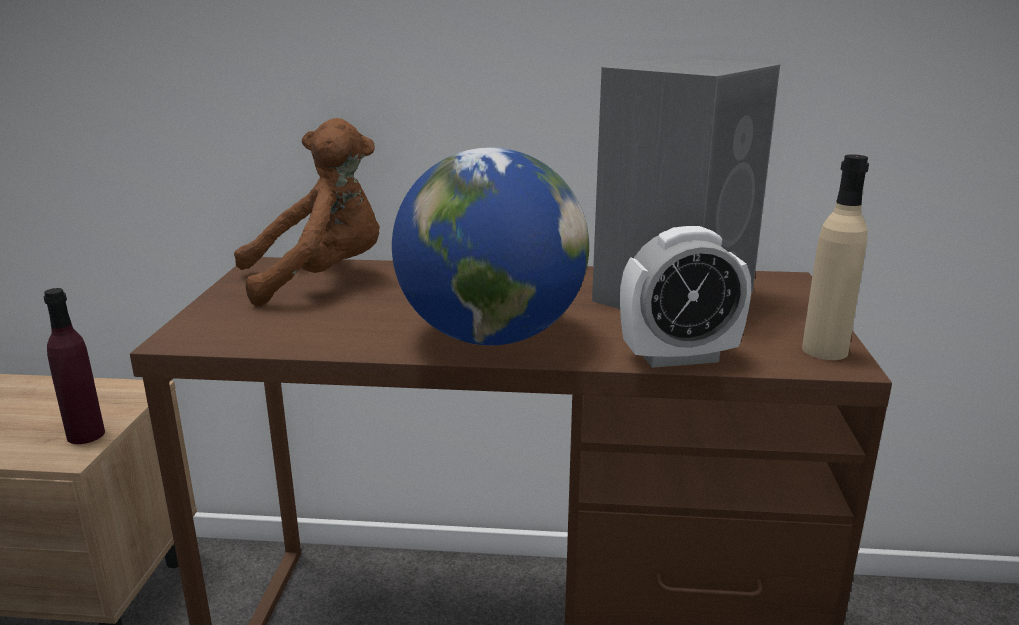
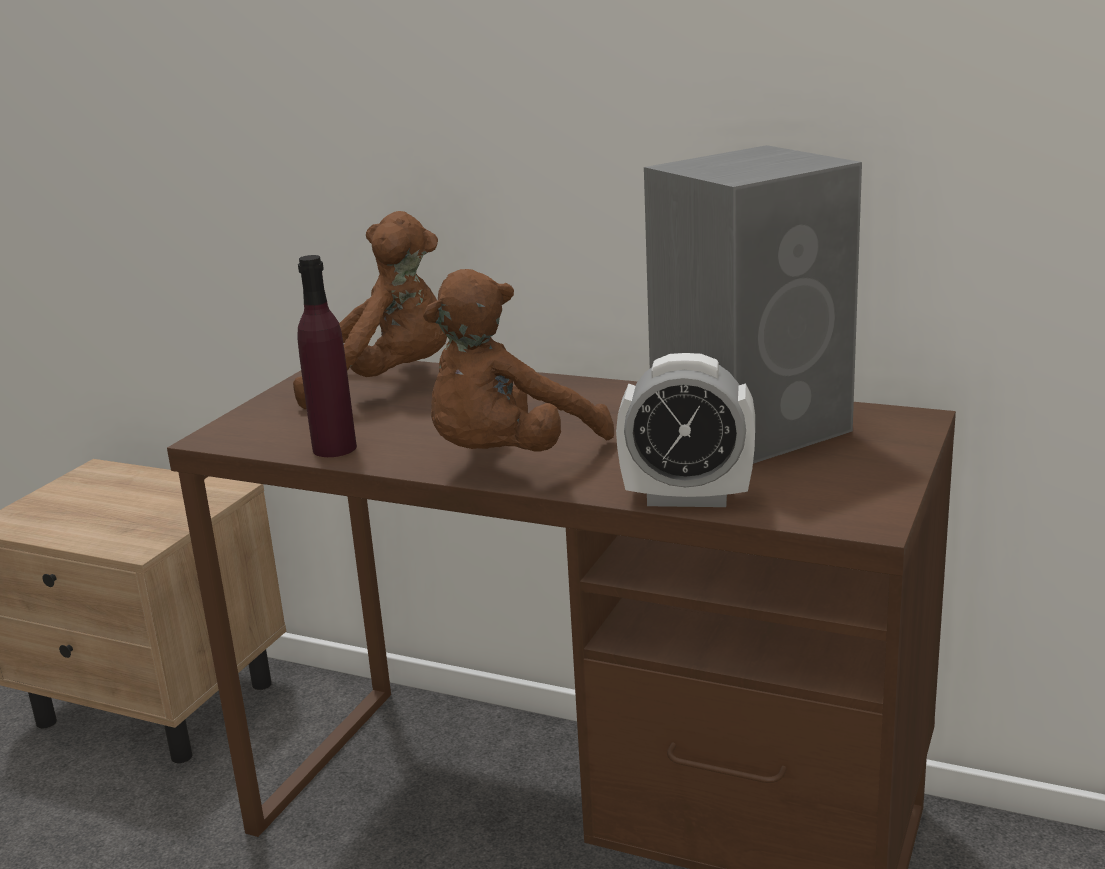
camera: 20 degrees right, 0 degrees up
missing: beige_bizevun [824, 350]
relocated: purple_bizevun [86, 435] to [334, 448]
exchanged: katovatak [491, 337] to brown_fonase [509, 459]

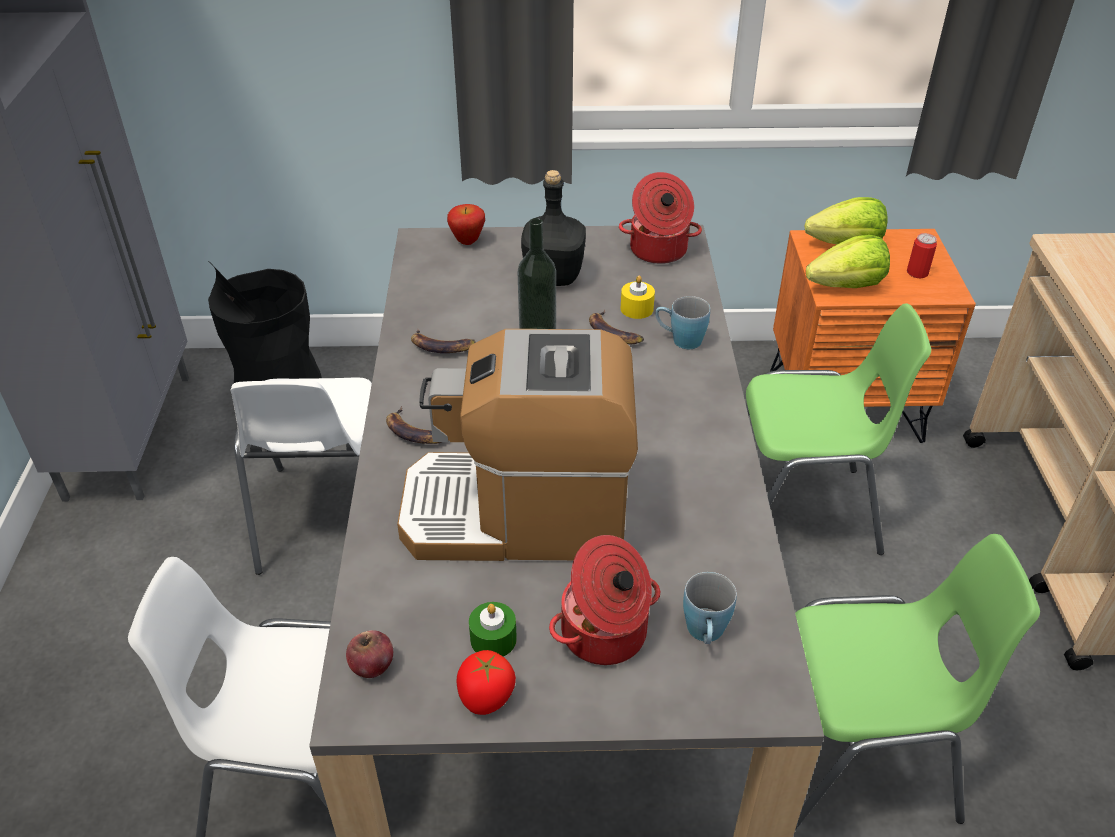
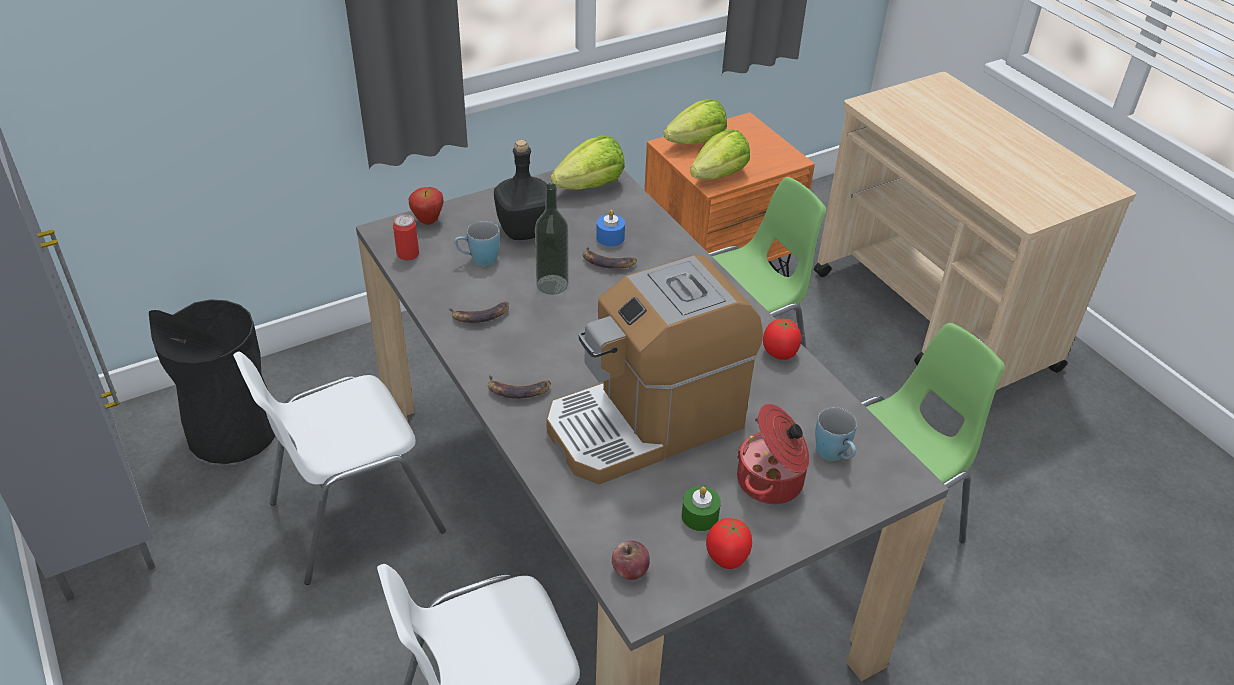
camera: 30 degrees left, 0 degrees up
appeared: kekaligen [780, 353]
relocated: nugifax [917, 273] to [408, 254]; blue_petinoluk [679, 340] to [478, 260]
exchanged: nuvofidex [658, 251] to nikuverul [590, 186]
colour: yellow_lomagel [637, 309] to blue_lomagel [610, 237]
spun: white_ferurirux [327, 519] = [354, 516] 90 degrees clockwise

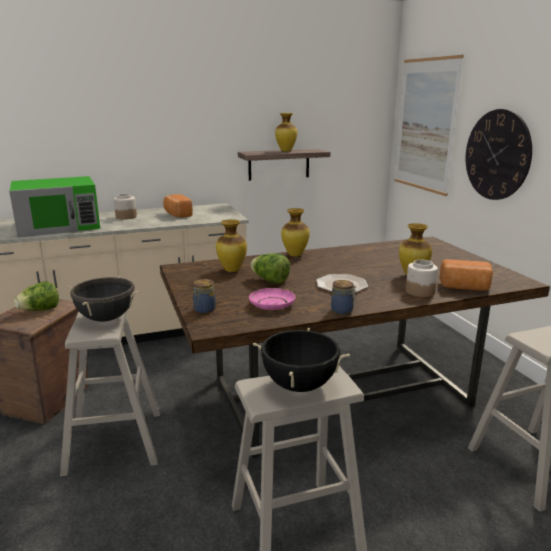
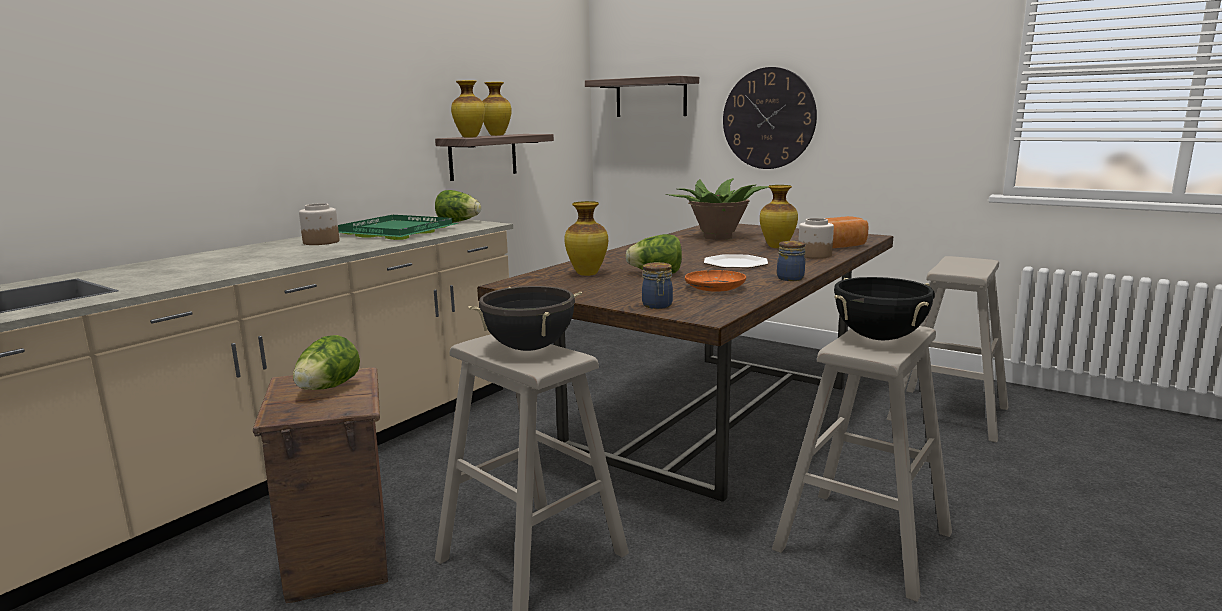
camera: 35 degrees left, 5 degrees down
missing: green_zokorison [59, 226]
appeared: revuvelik [717, 237]; nikuverul [458, 222]
relocated: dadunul [295, 255] to [470, 137]
exchanged: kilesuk [426, 125] to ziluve [651, 97]; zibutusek [177, 214] to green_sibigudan [396, 231]
colour: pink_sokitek [271, 305] to orange_sokitek [714, 288]

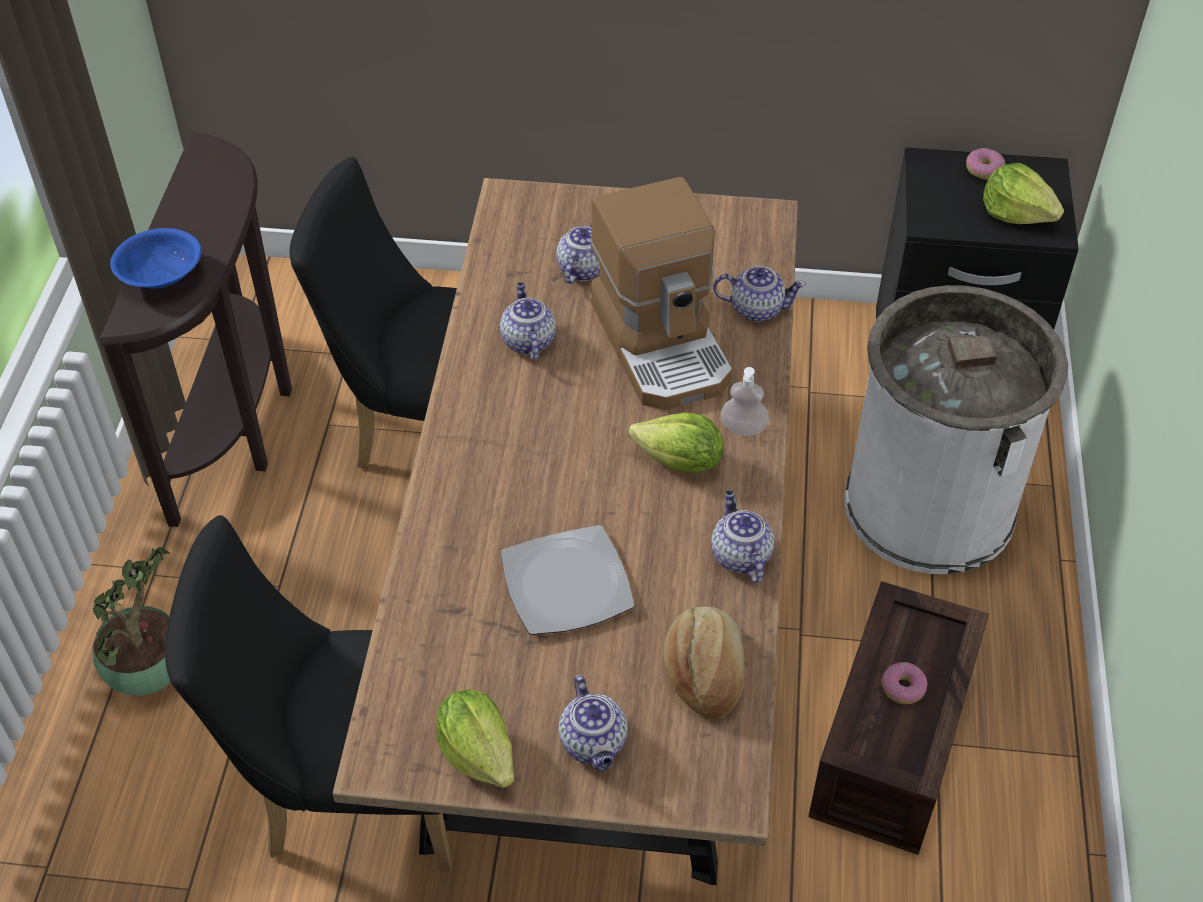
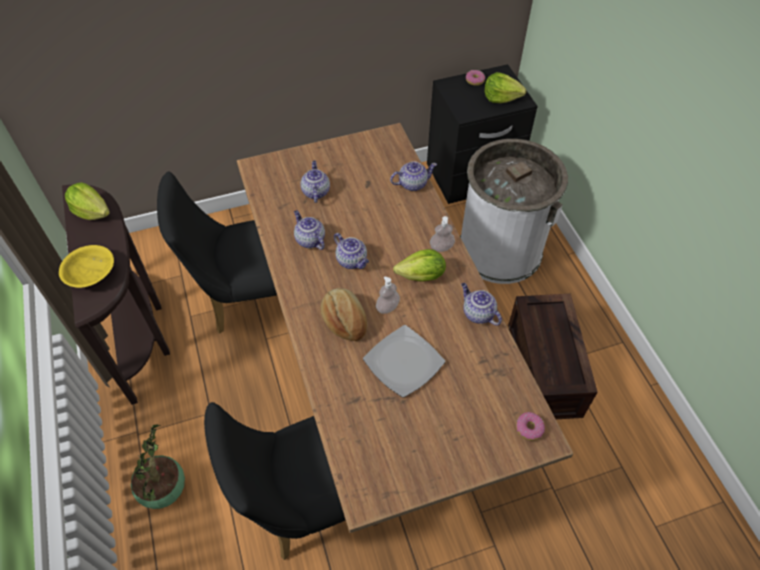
camera: 25 degrees left, 5 degrees up
missing: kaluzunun [663, 344]
appeared: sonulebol [387, 307]
relocated: zibutusek [705, 672] to [344, 320]; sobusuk [903, 688] to [529, 428]; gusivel [594, 743] to [352, 261]; nikuverul [478, 752] to [92, 212]
colour: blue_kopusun [161, 276] to yellow_kopusun [91, 275]

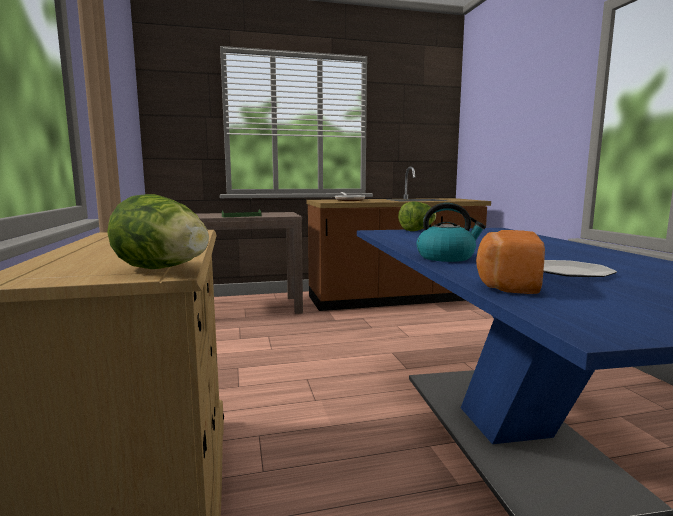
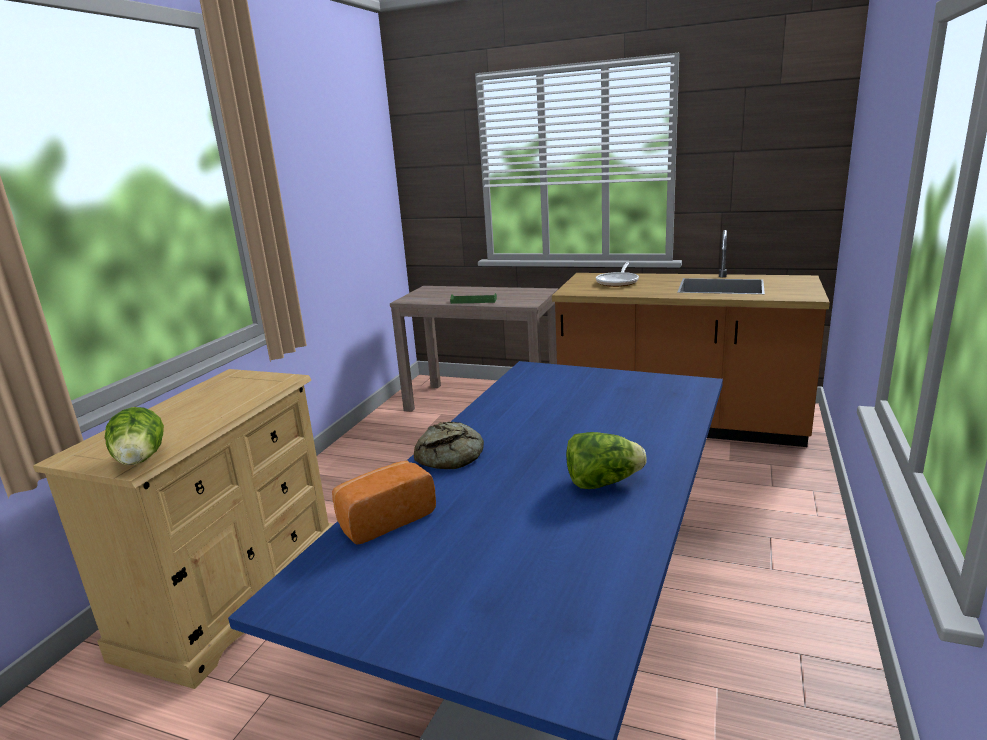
camera: 35 degrees right, 10 degrees up
missing: sokitek [568, 271]
relocated: nikuverul [417, 230] to [602, 482]
exchanged: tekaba [446, 257] to zibutusek [453, 454]

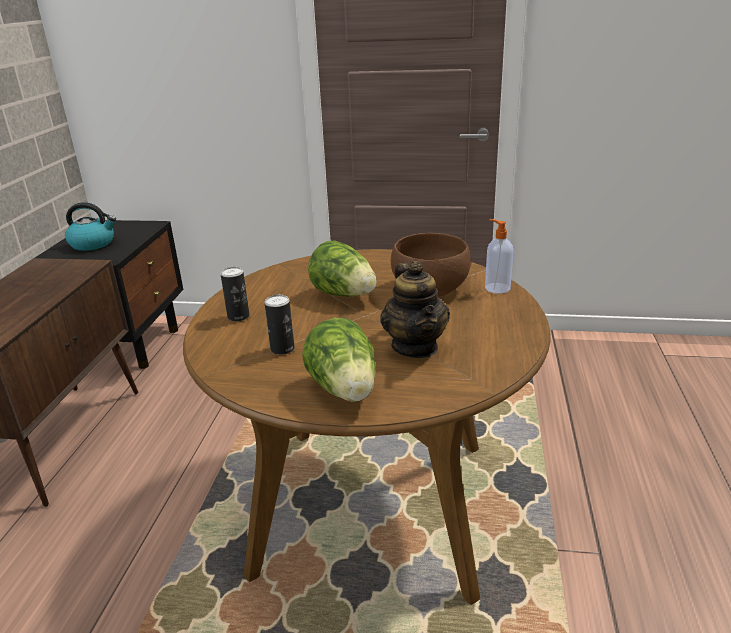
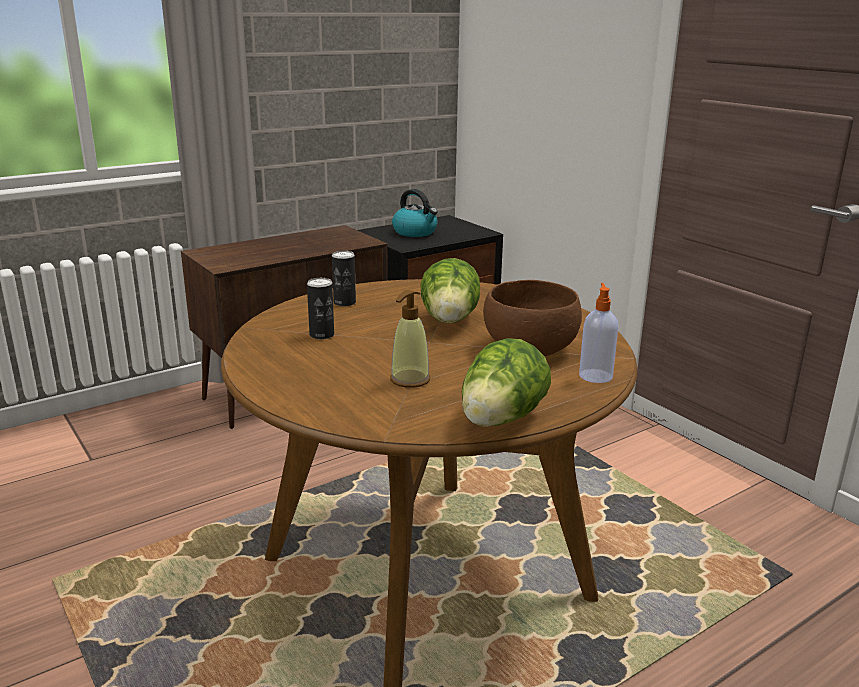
camera: 45 degrees right, 5 degrees down
relocated: nikuverul [345, 390] to [500, 421]
exchanged: gusivel [415, 346] to sonulebol [409, 380]

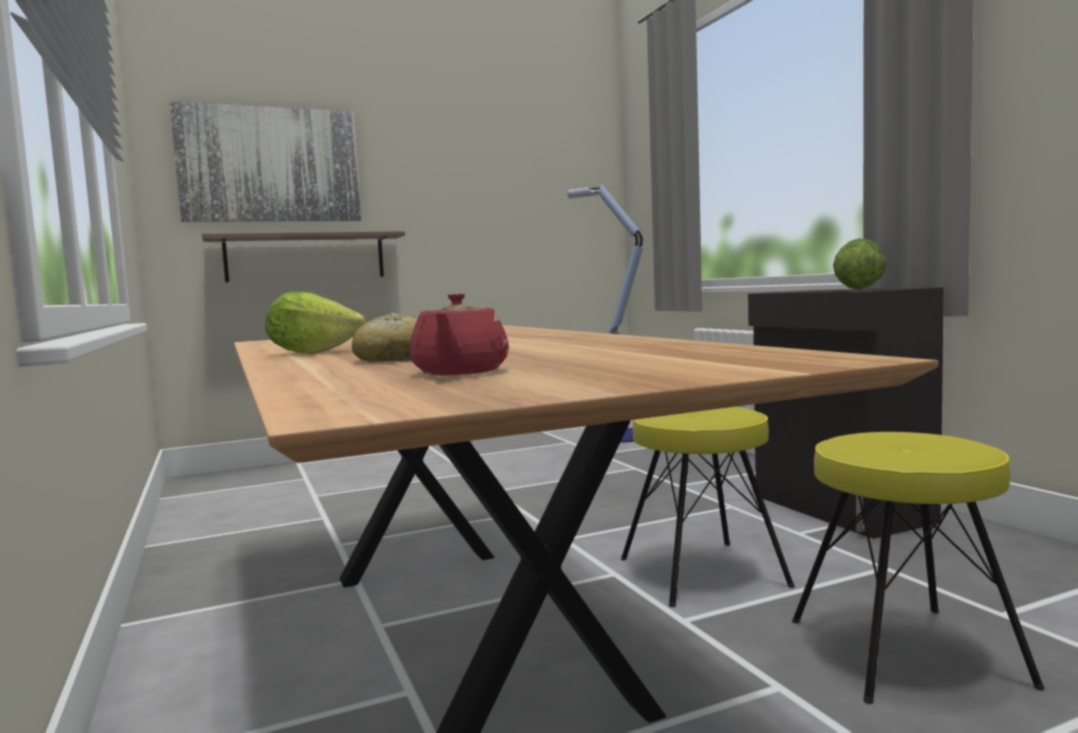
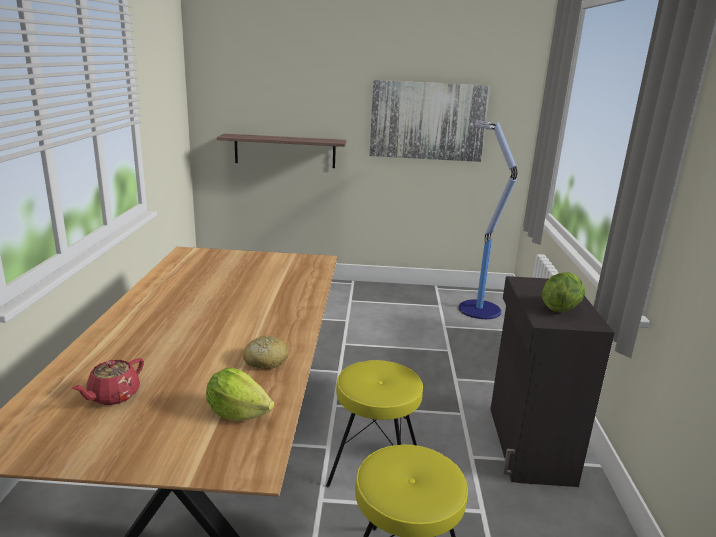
camera: 25 degrees right, 15 degrees up
relocated: kilesuk [270, 165] to [427, 121]; nikuverul [312, 353] to [237, 413]; zibutusek [393, 359] to [265, 361]

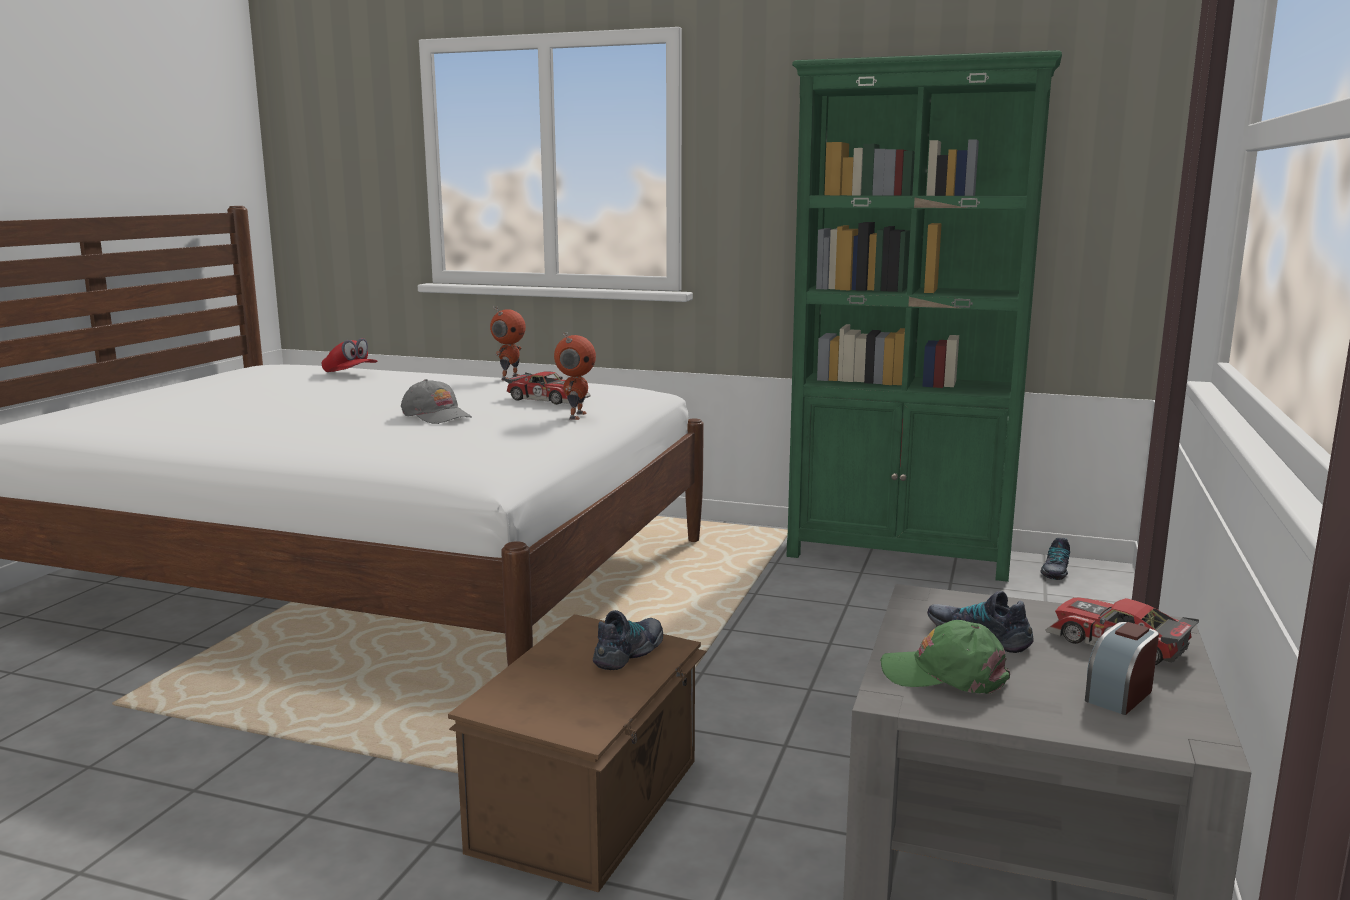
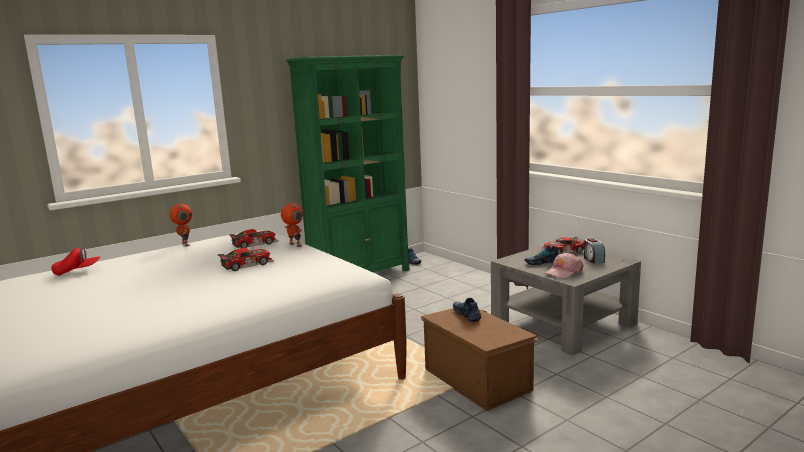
camera: 55 degrees left, 0 degrees up
exchanged: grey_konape [437, 416] to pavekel [246, 264]
colour: green_konape [945, 674] to pink_konape [563, 272]

